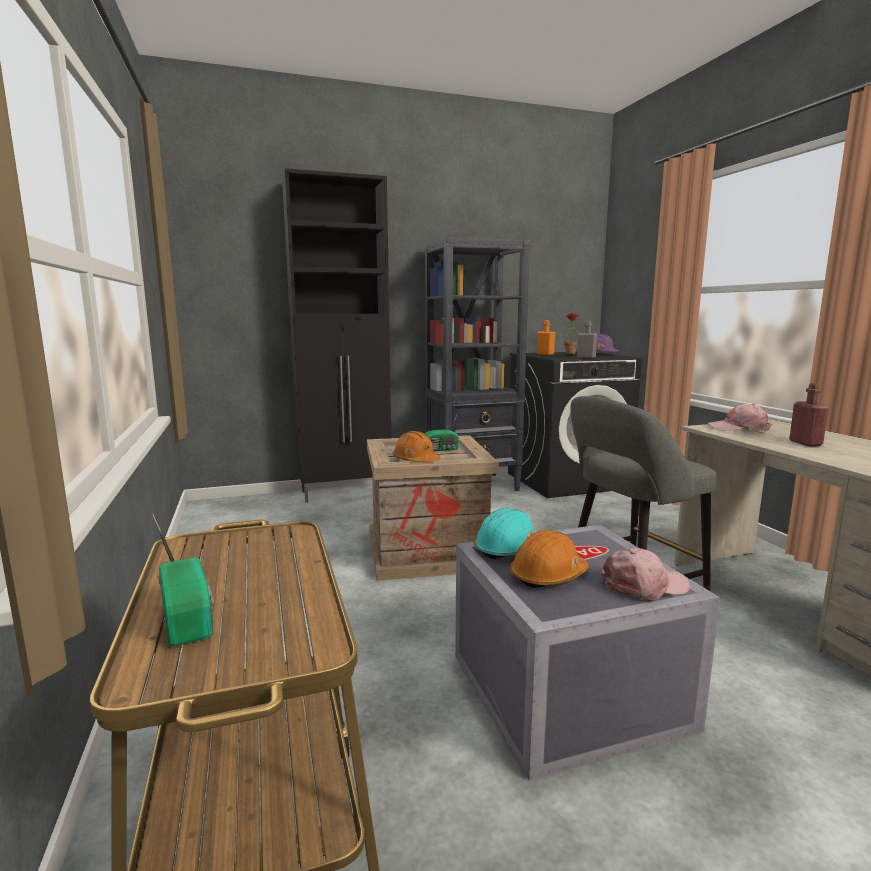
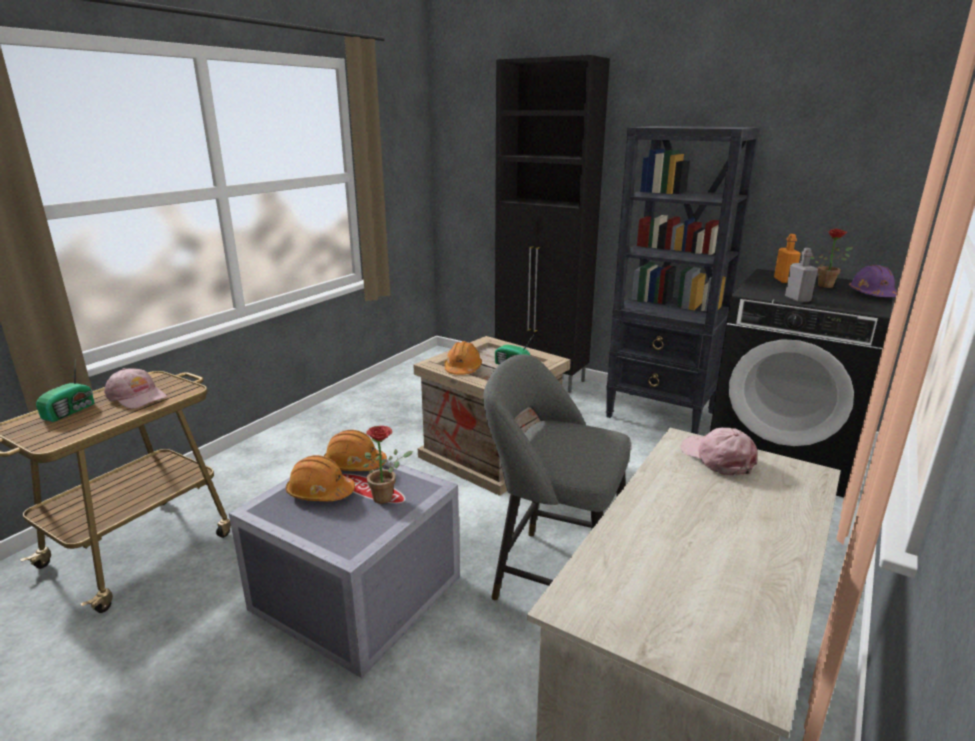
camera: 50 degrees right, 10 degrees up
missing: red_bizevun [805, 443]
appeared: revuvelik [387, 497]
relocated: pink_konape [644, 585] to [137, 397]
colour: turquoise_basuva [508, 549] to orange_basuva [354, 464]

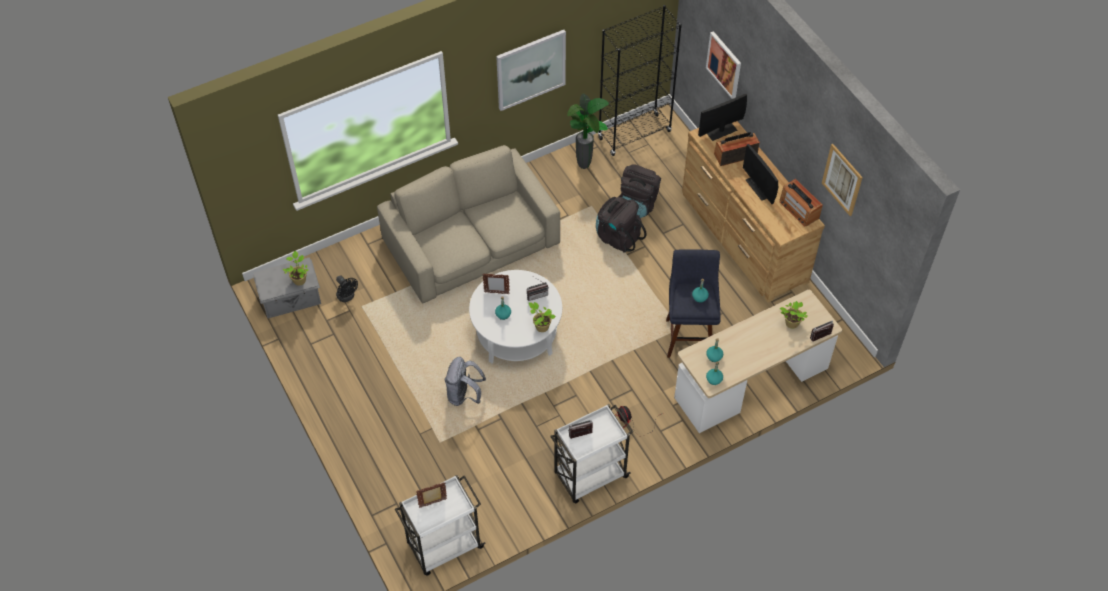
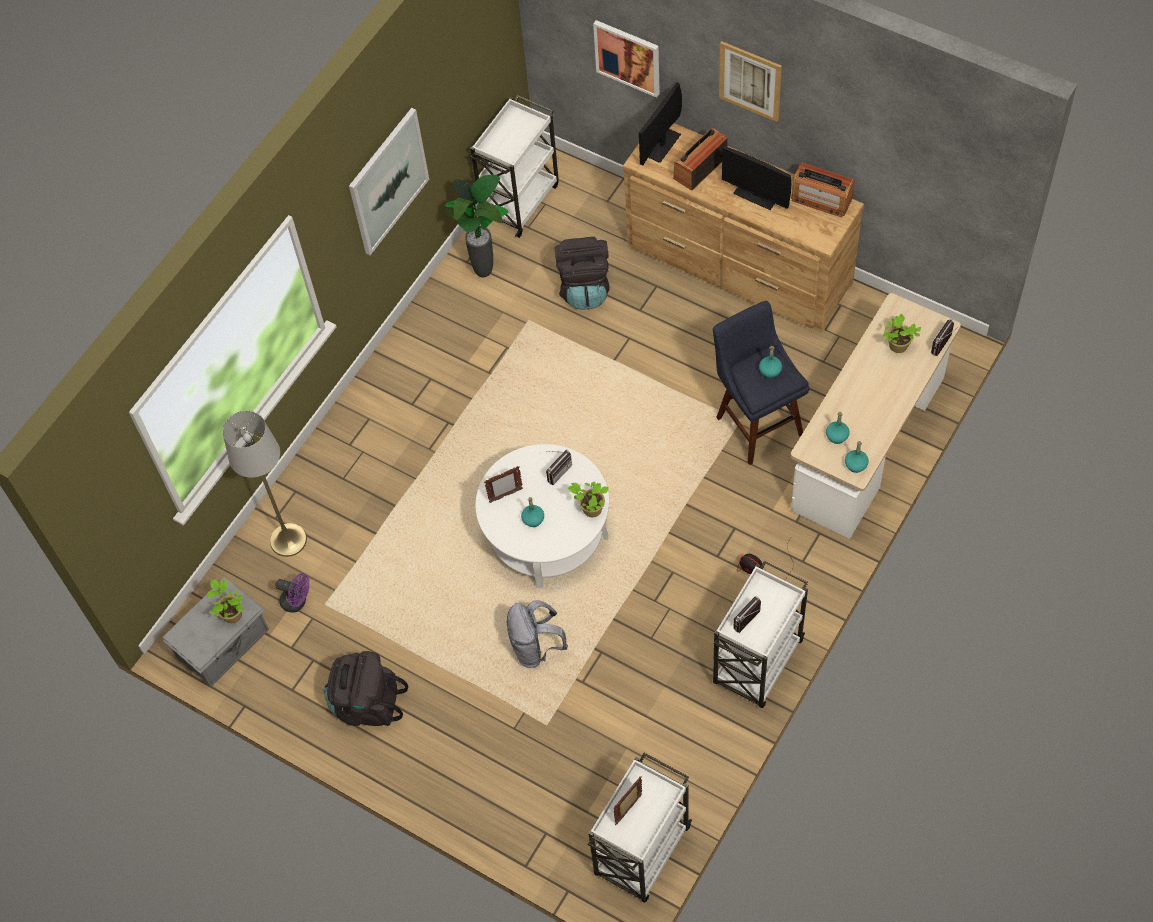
camera: 25 degrees left, 5 degrees up
missing: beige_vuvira [472, 243]
appeared: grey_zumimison [288, 540]
relocated: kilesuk [842, 179] to [750, 81]; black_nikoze [618, 236] to [366, 704]
exchanged: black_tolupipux [634, 135] to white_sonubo [520, 200]
colour: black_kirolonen [347, 297] to purple_kirolonen [297, 602]

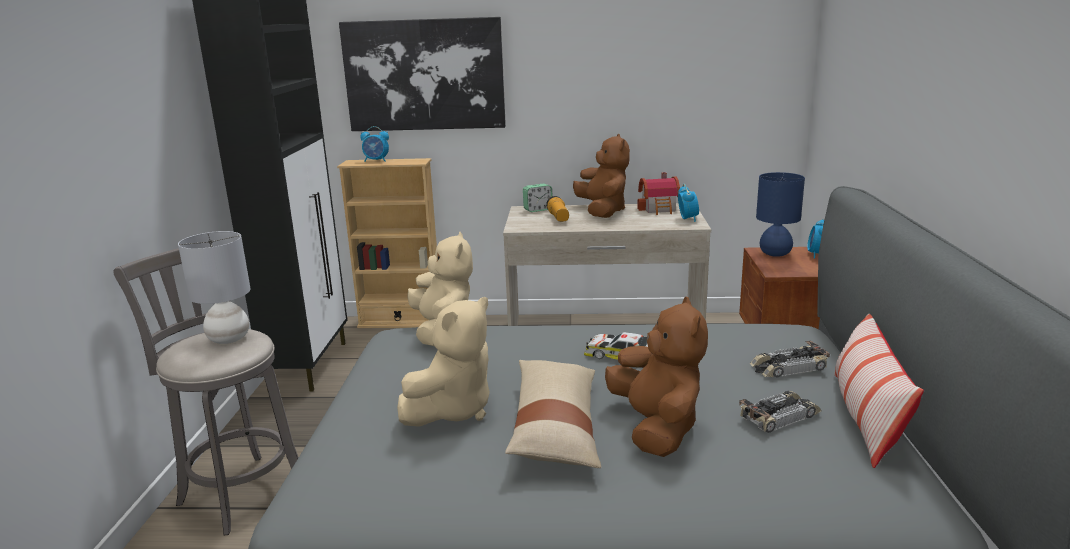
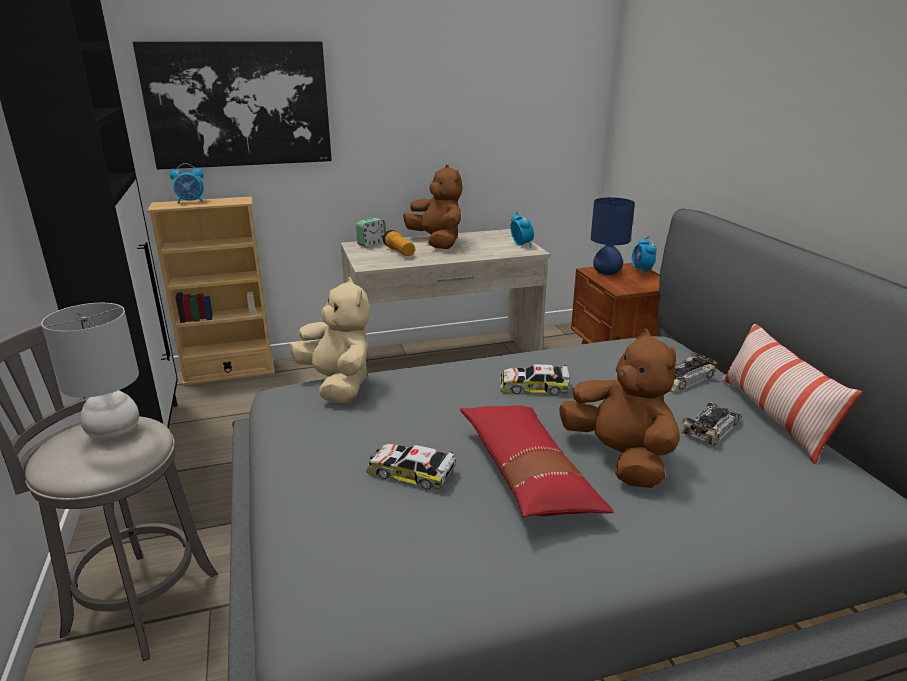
camera: 20 degrees left, 5 degrees up
missing: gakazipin [660, 209]
exchanged: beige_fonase [453, 410] to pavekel [411, 473]
colour: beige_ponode [555, 427] to red_ponode [527, 474]

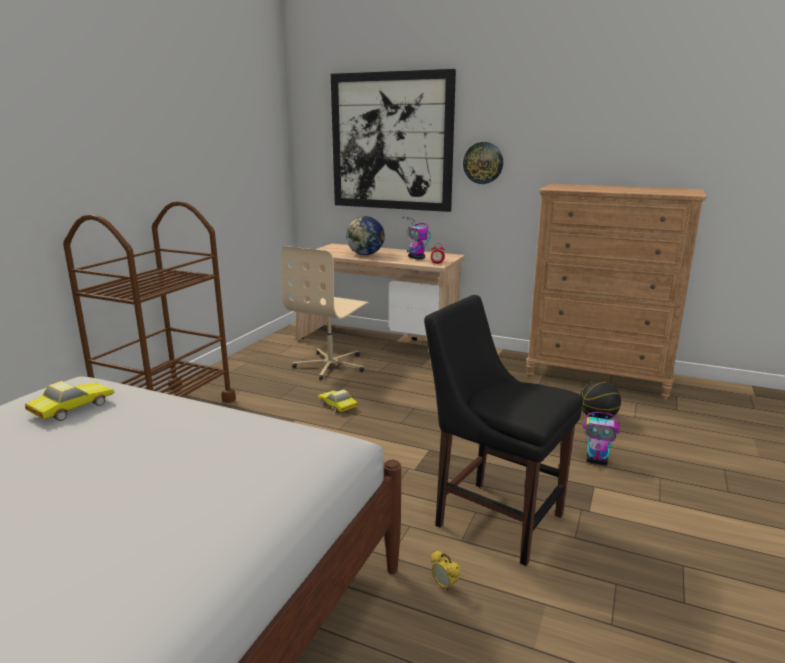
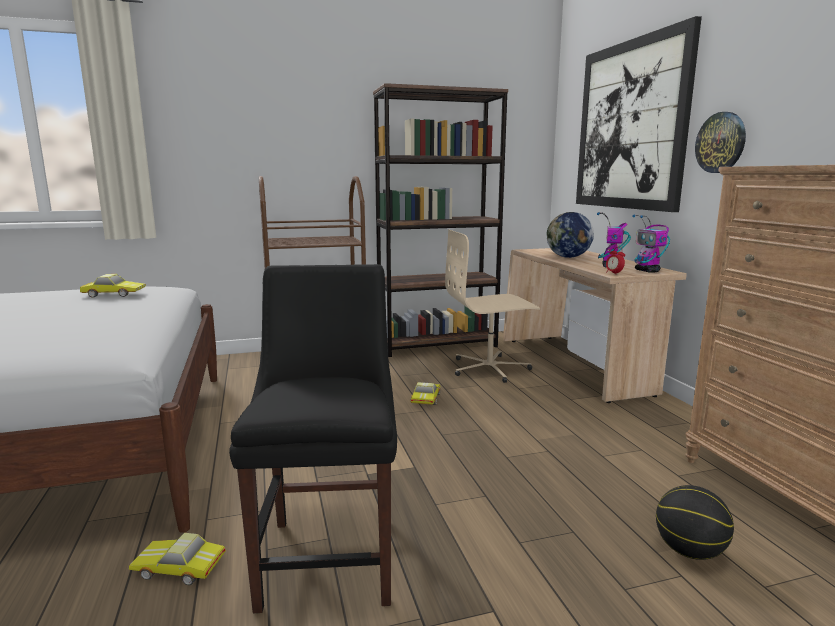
camera: 50 degrees right, 5 degrees down
appeared: brown_tolupipux [437, 345]
relocated: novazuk [597, 461] to [647, 271]
exchanged: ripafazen [444, 585] to pavekel [179, 568]

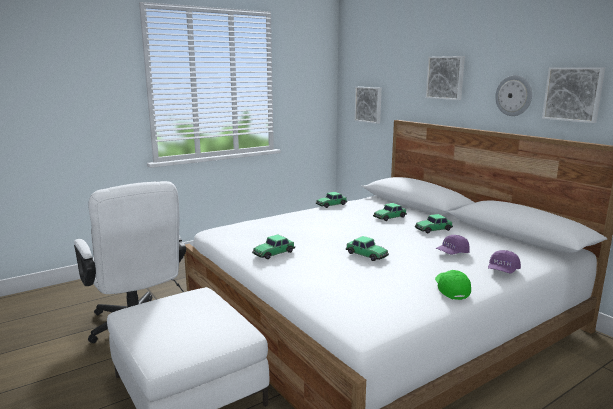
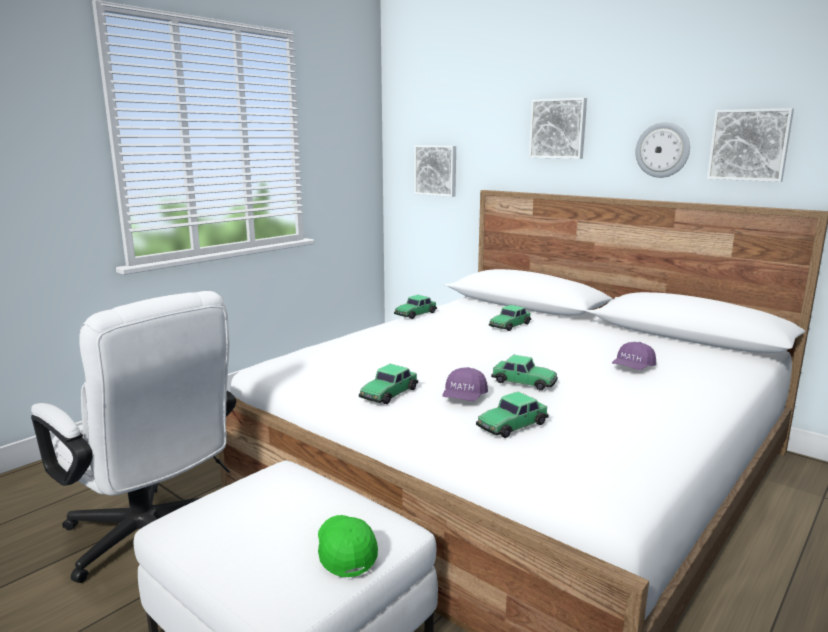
camera: 15 degrees left, 0 degrees up
relocated: pavekel [433, 229] to [512, 425]; purple_konape [502, 271] to [464, 398]; green_konape [451, 290] to [345, 552]

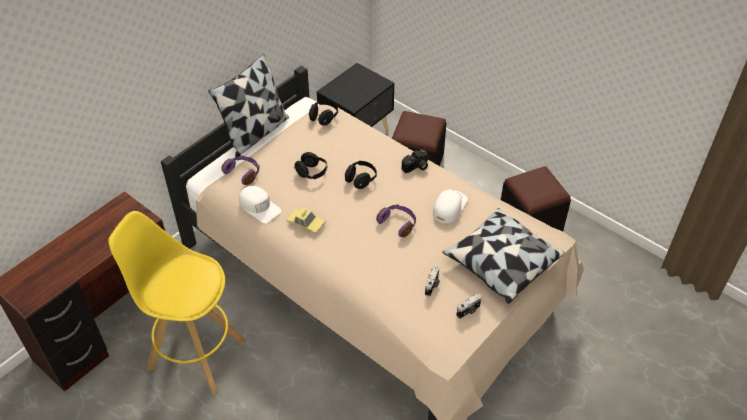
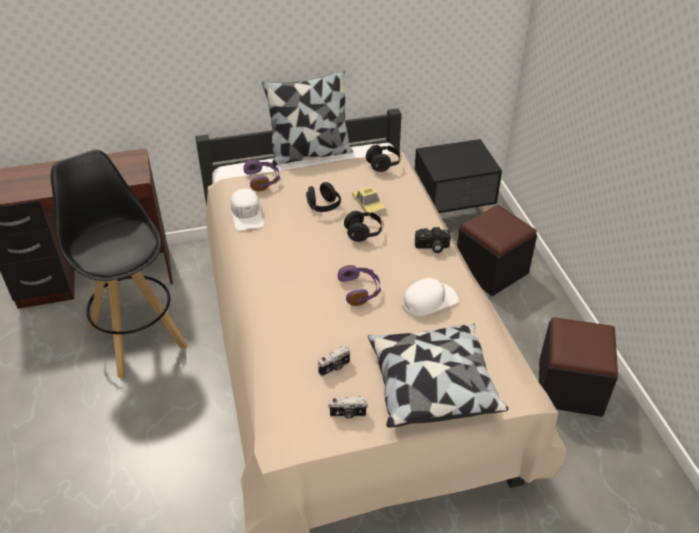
camera: 35 degrees right, 5 degrees down
relocated: pavekel [306, 223] to [368, 204]
colour: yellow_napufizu [195, 354] to black_napufizu [137, 335]

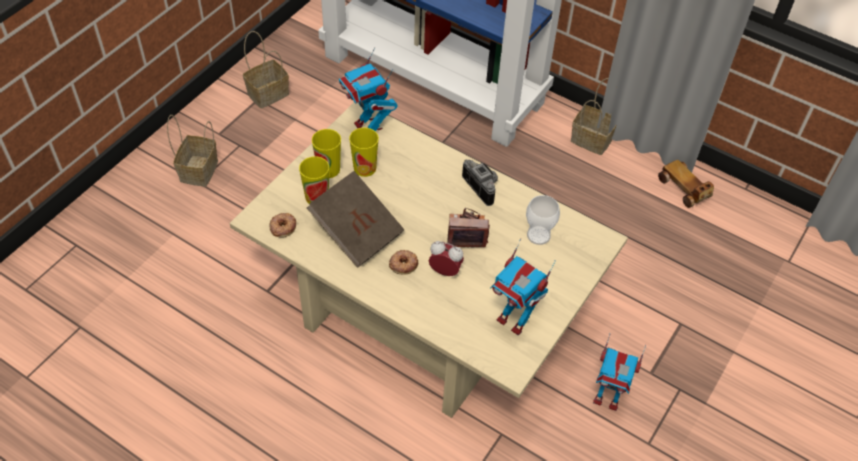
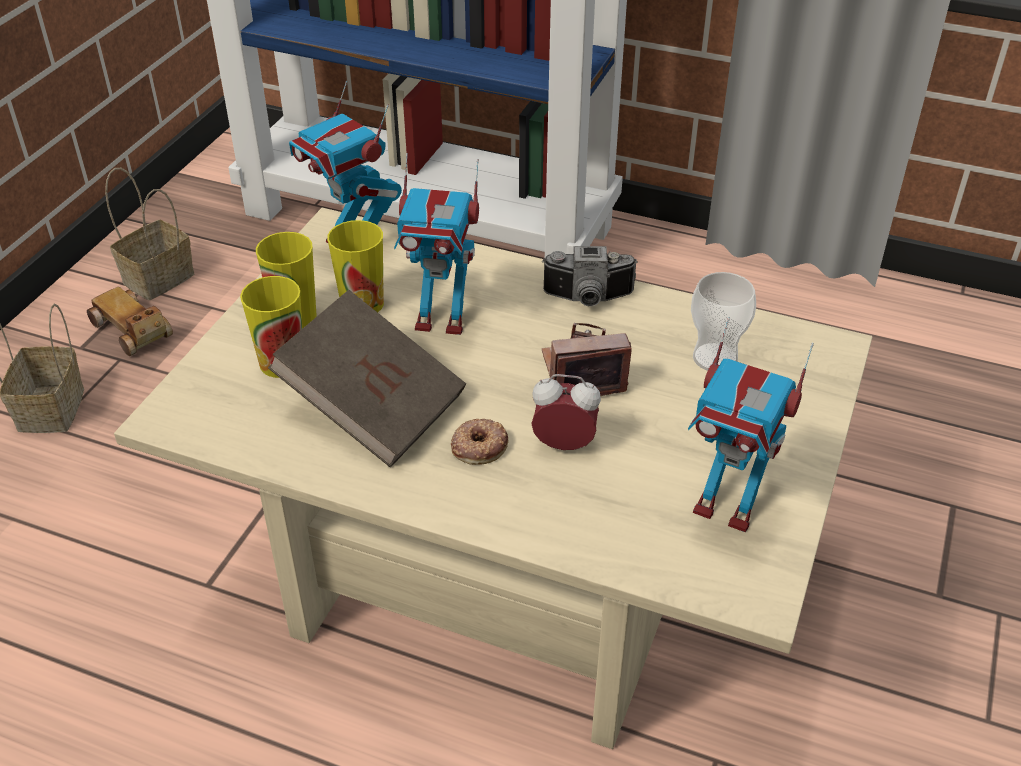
camera: 10 degrees left, 10 degrees down
missing: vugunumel [589, 140]; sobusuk [282, 227]
relocated: pavekel [684, 189] to [132, 331]; novazuk [607, 398] to [441, 320]
spun: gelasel [484, 187] = [588, 299] 135 degrees clockwise

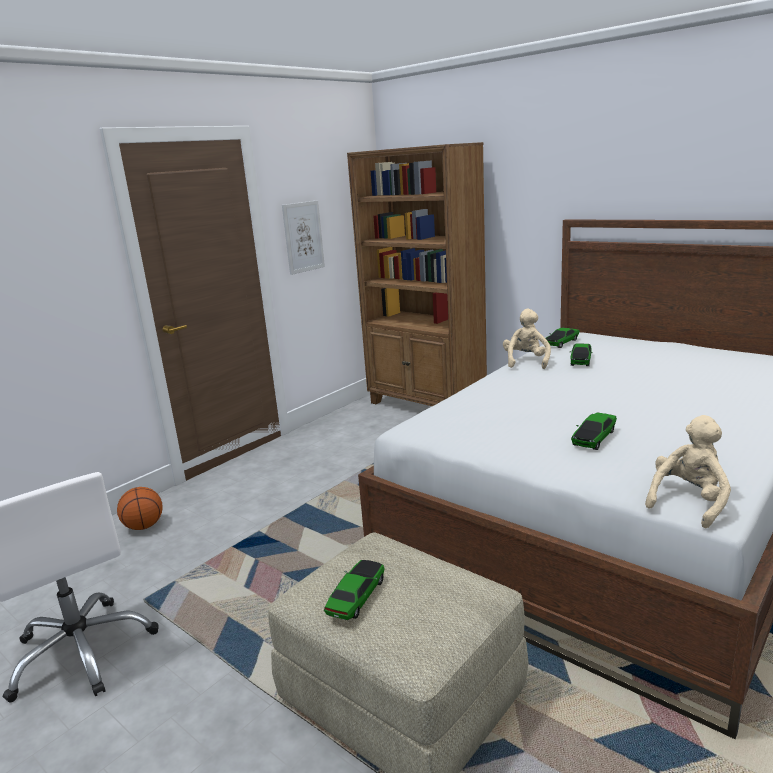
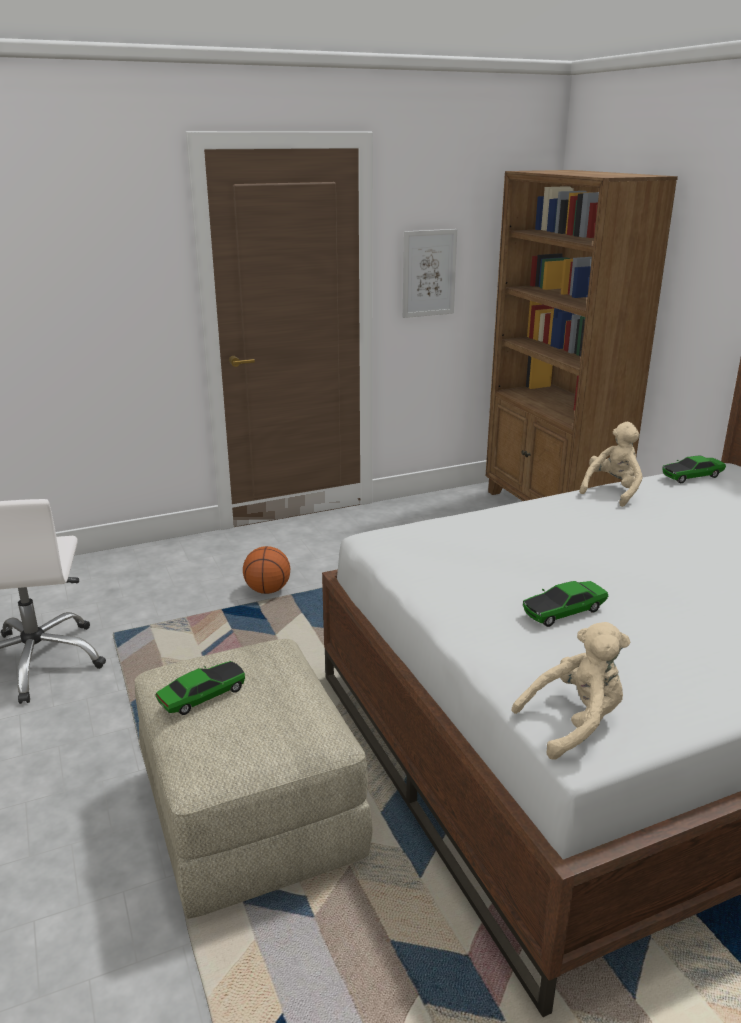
camera: 25 degrees right, 5 degrees up
missing: pavekel [581, 360]
relocated: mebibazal [144, 526] to [268, 590]

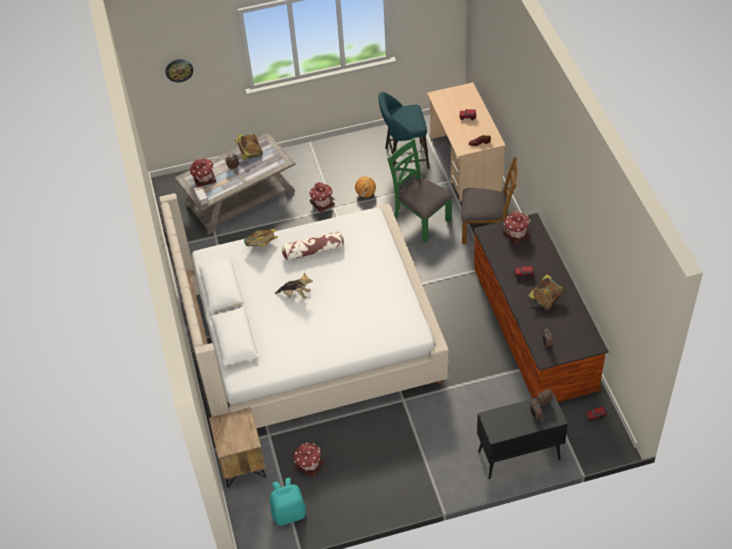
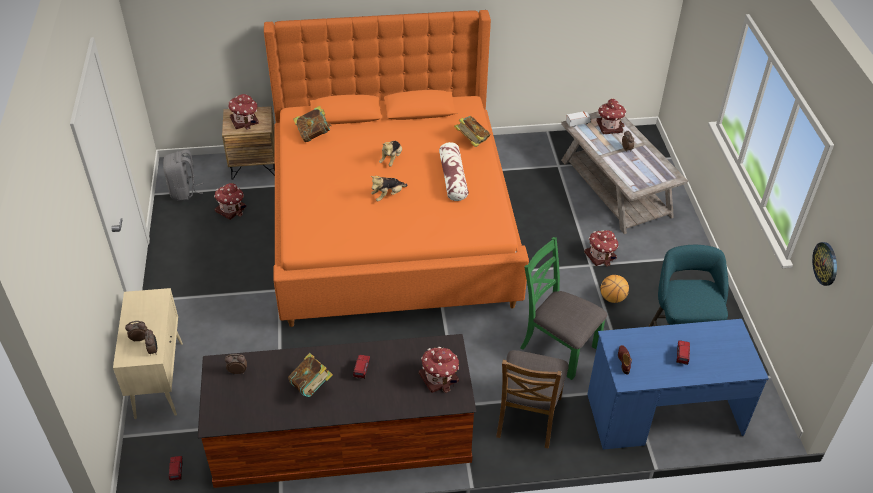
camera: 95 degrees right, 5 degrees down
appeared: gakazipin [245, 121]; fonase [388, 195]
relocated: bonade [179, 70] to [826, 263]; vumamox [250, 153] to [313, 134]
colour: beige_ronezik [465, 164] to blue_ronezik [663, 415]; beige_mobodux [309, 337] to orange_mobodux [392, 224]; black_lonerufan [518, 456] to beige_lonerufan [159, 379]; turquoise_nikoze [289, 513] to grey_nikoze [184, 191]
spun: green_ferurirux [420, 219] = [558, 347] 105 degrees counterclockwise

